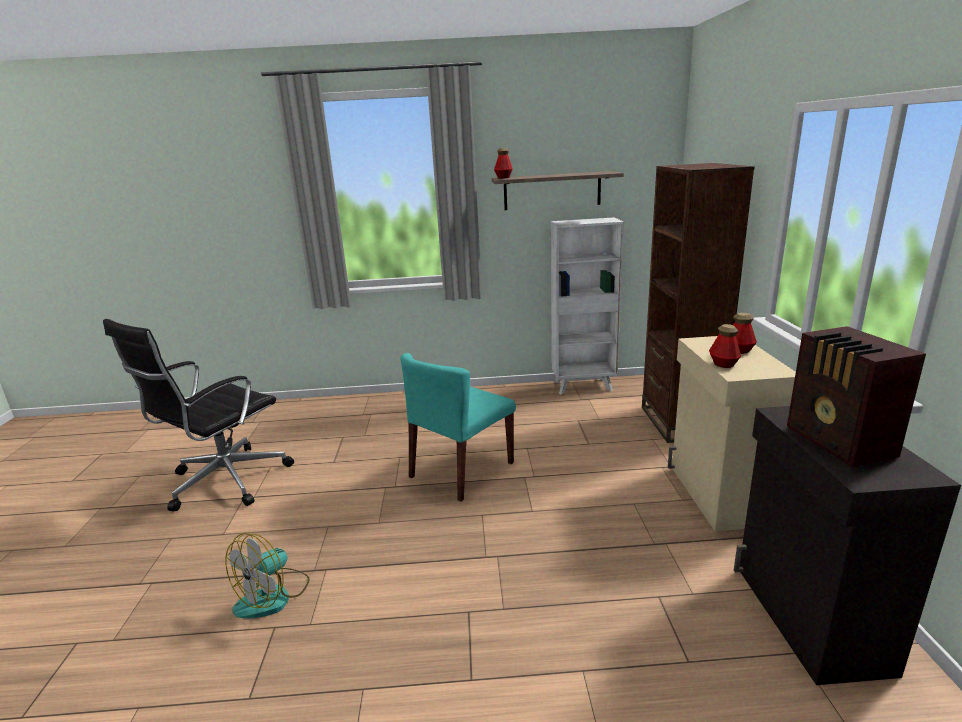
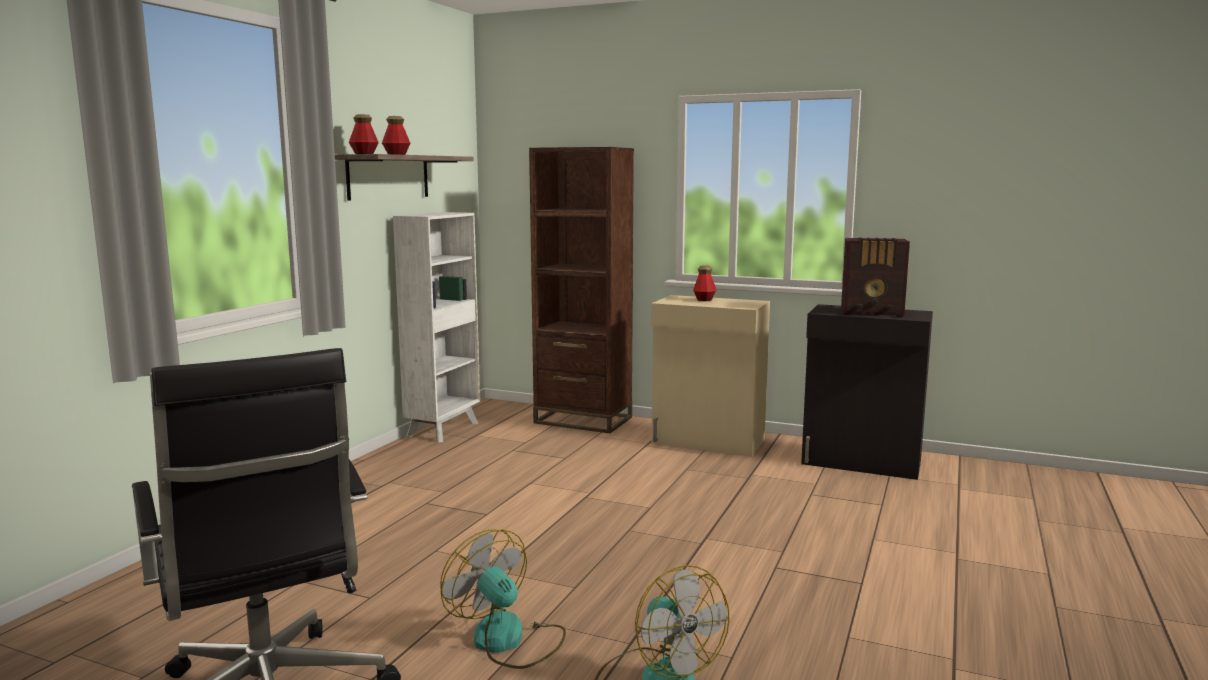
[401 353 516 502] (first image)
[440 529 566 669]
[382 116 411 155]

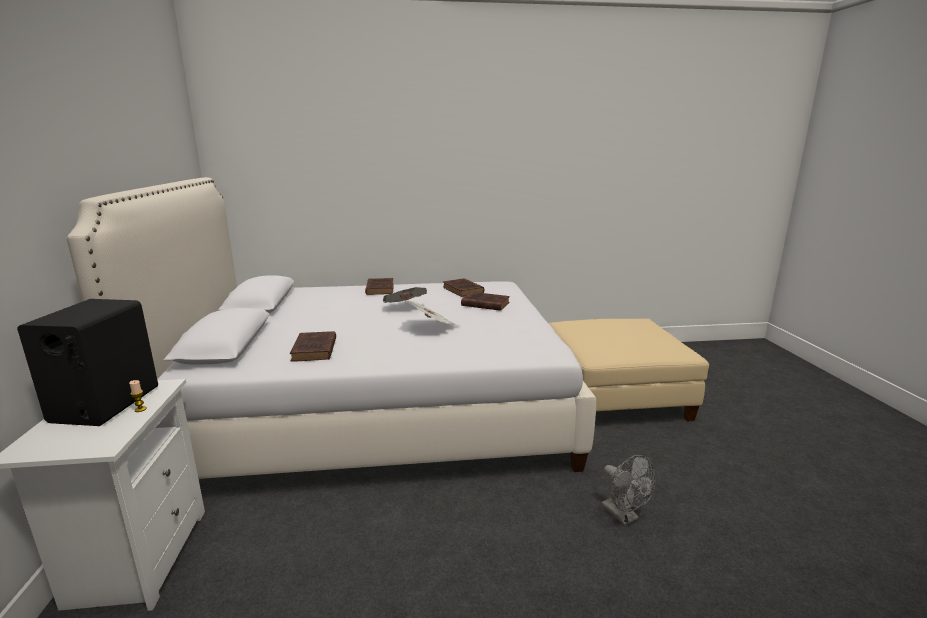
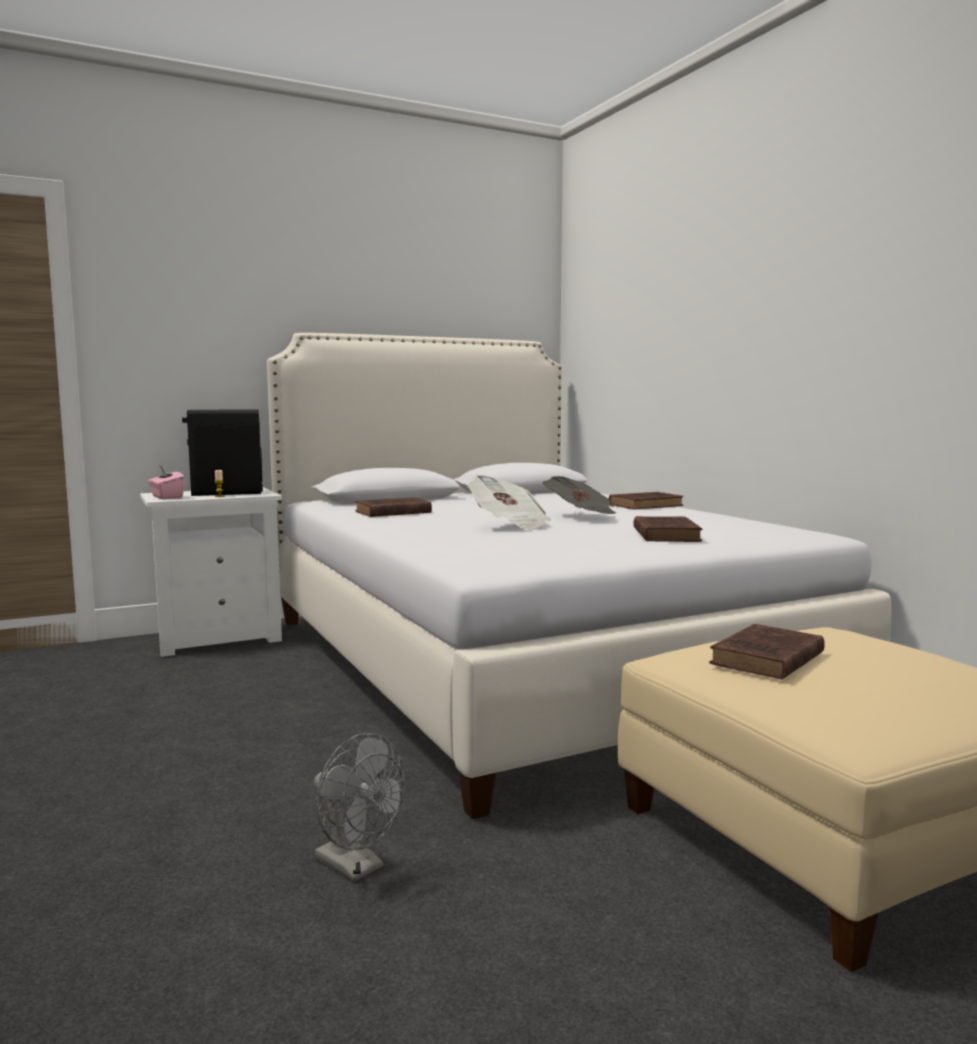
[148 465 185 499]
[709 624 825 679]
[314 733 405 882]

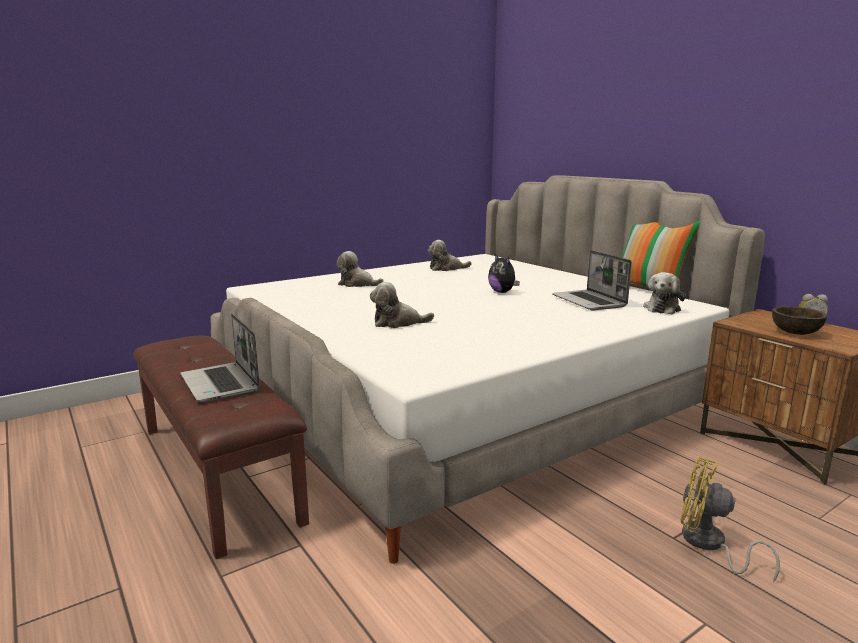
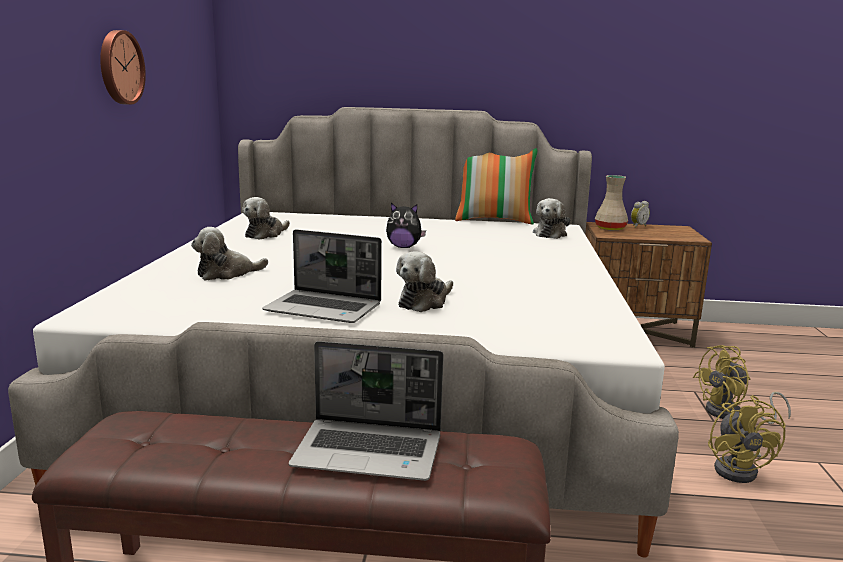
[772 306 827 335] (first image)
[100 30 146 105]
[595 175 628 230]
[708 395 785 483]
[262 229 382 323]
[533 198 570 239]

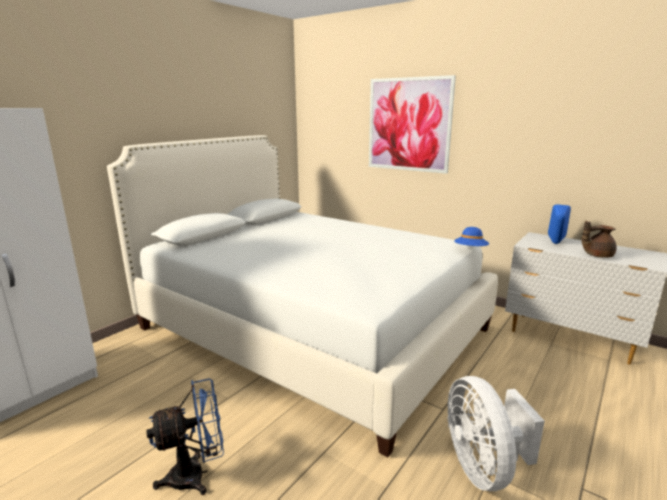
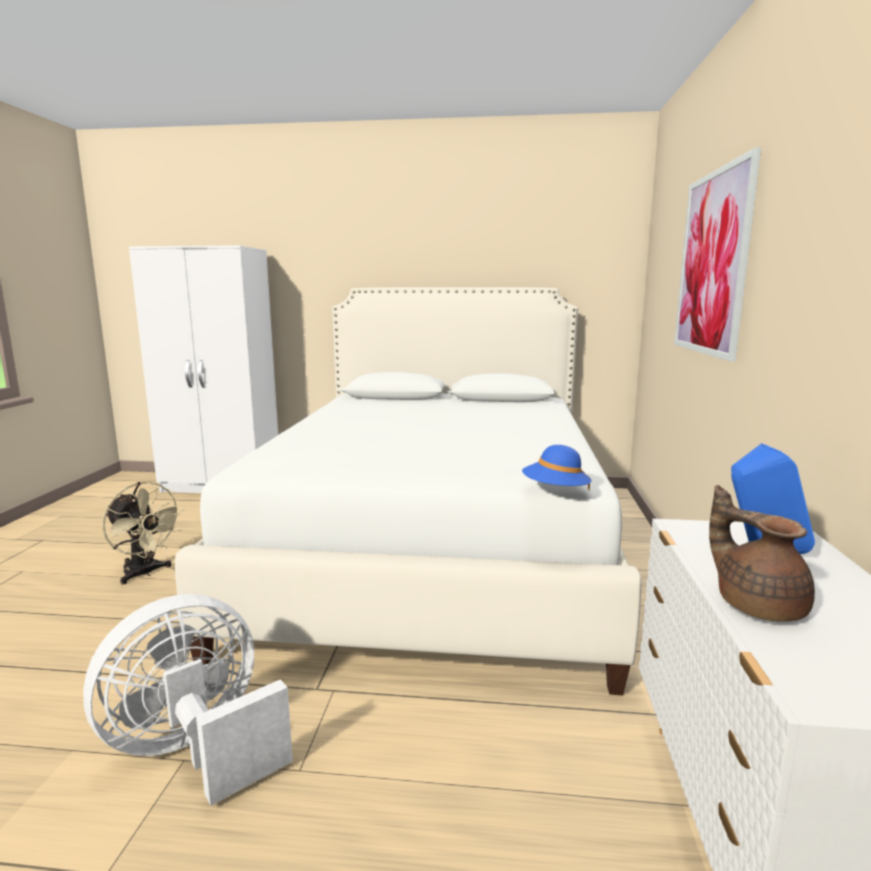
[102 482 184 585]

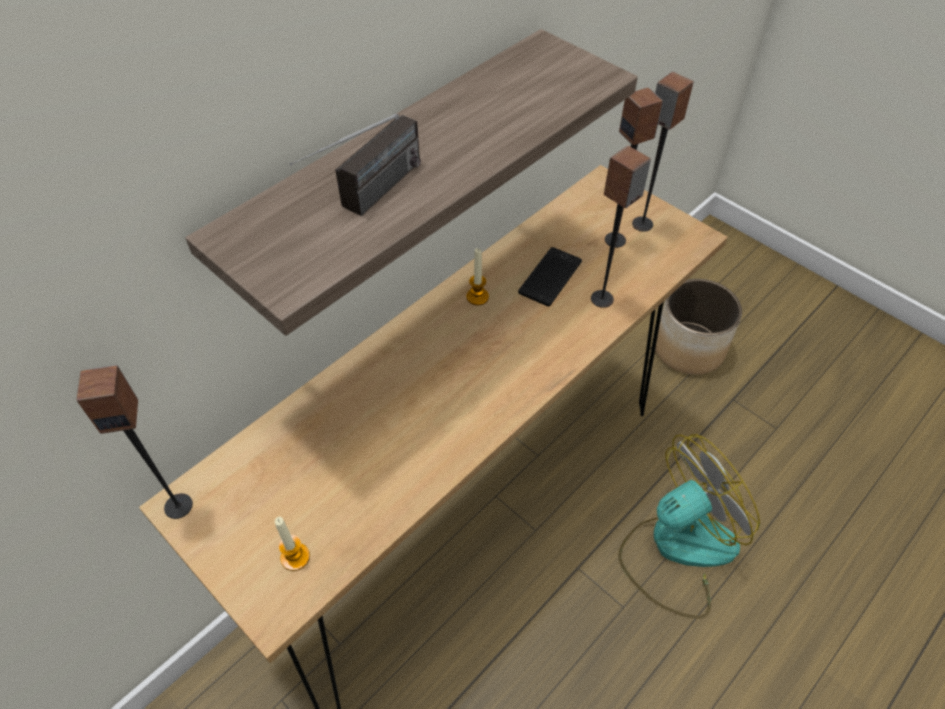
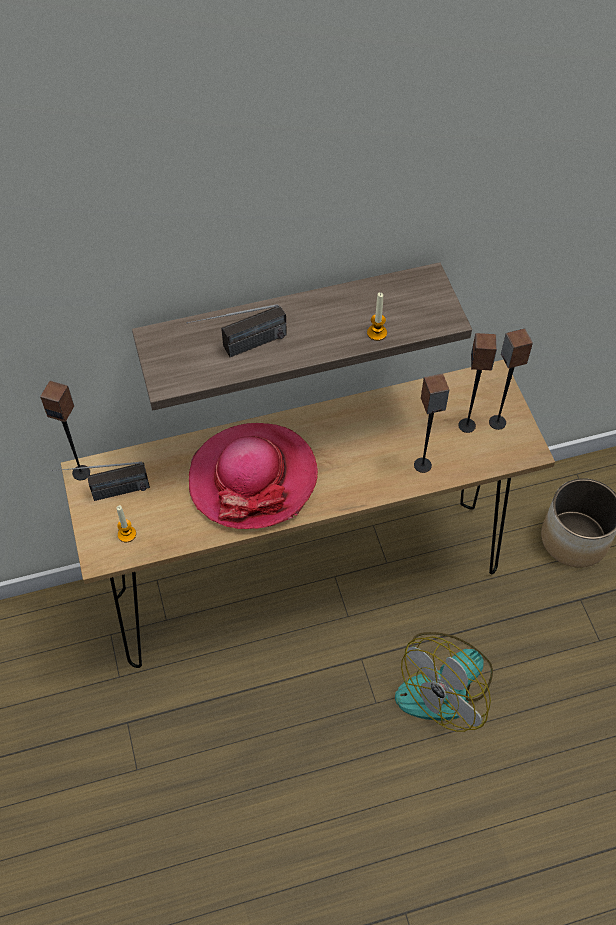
[518 247 582 306] (first image)
[51 461 150 501]
[189 423 318 529]
[367 292 387 341]
[395 632 493 732]

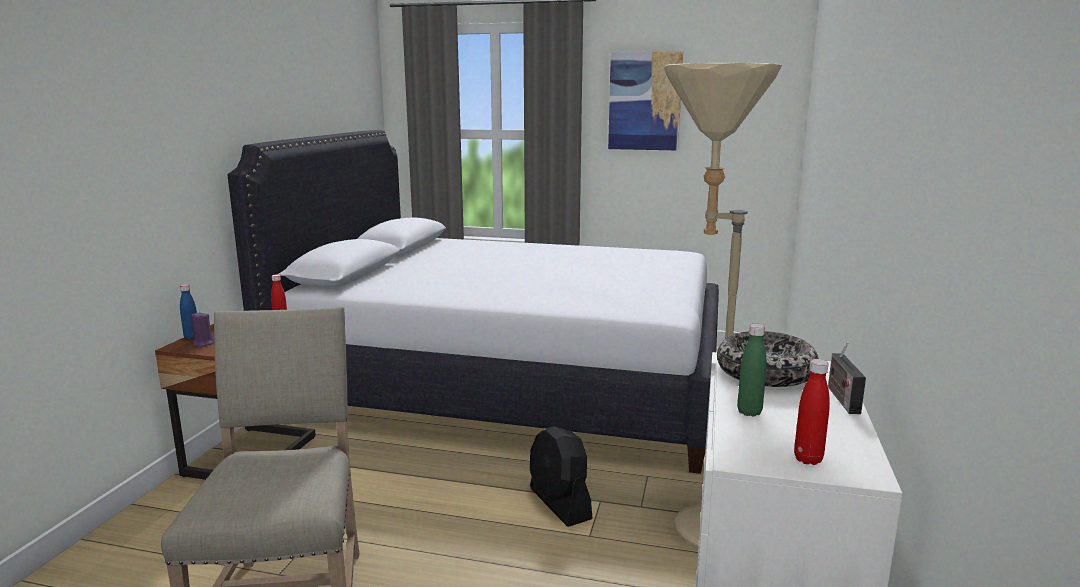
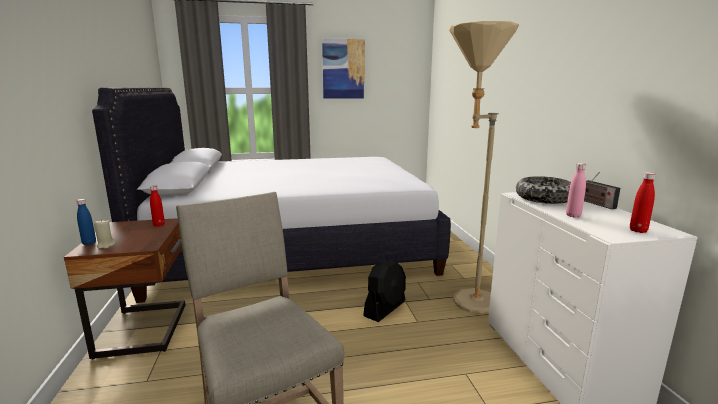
[94 219 116 248]
[566 163 586 218]
[363 260 406 322]

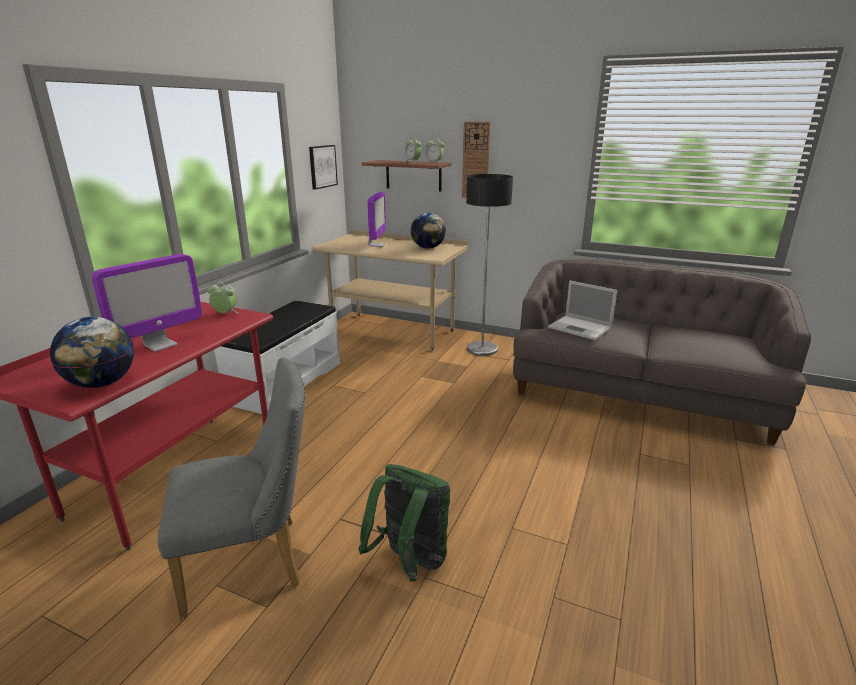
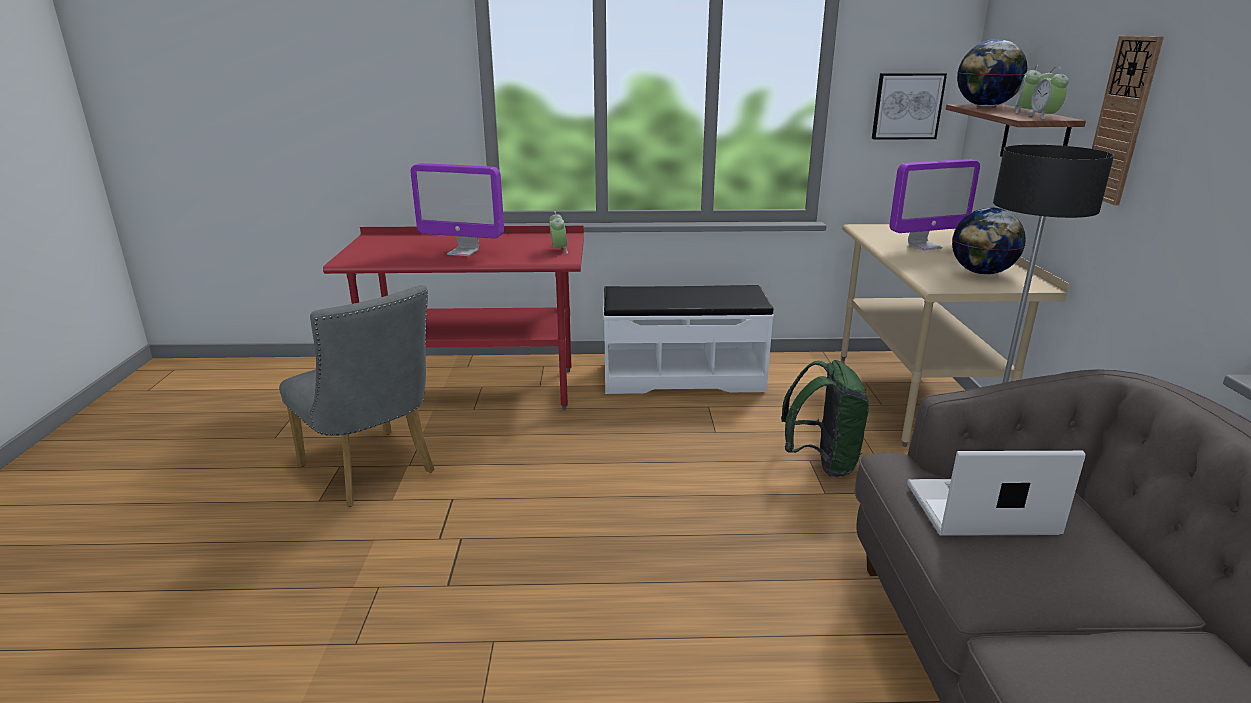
[957 39 1027 106]
[781 360 869 477]
[907 451 1086 536]

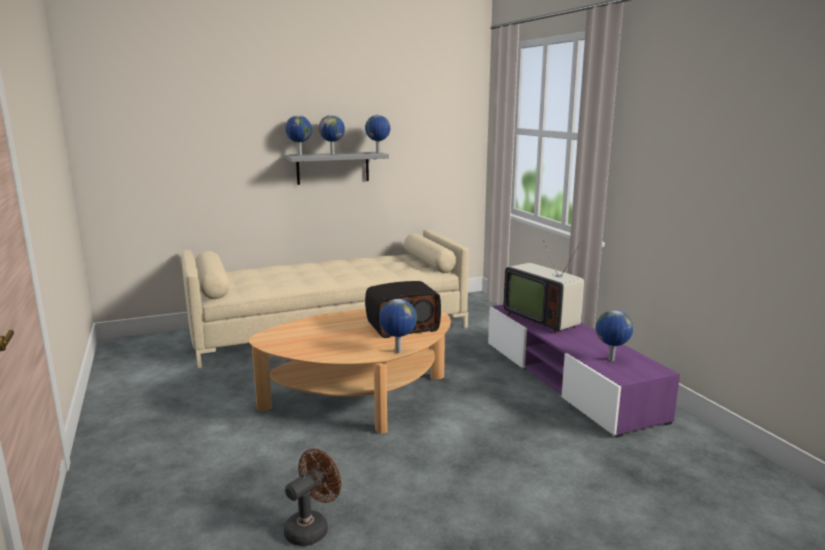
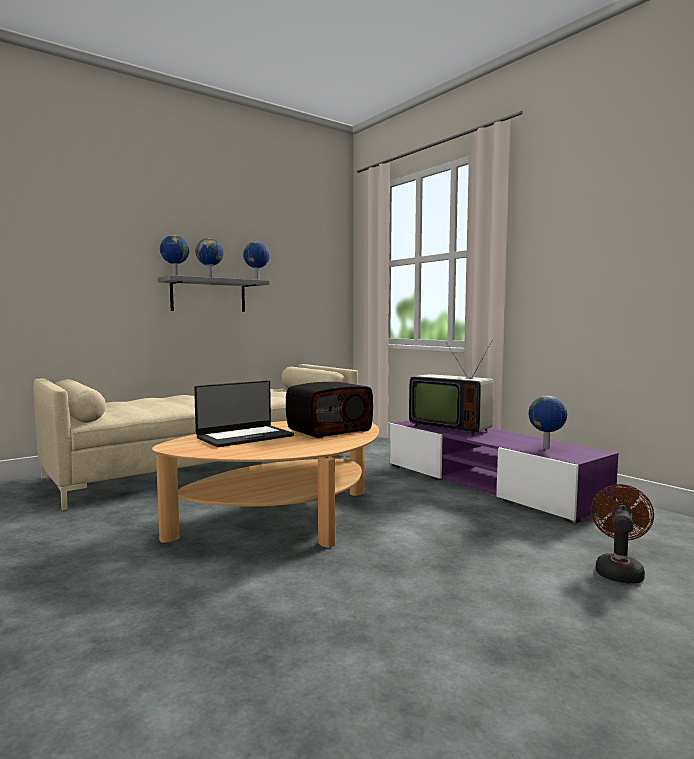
[379 299 417 353] (first image)
[194 380 294 447]
[591 484 654 583]

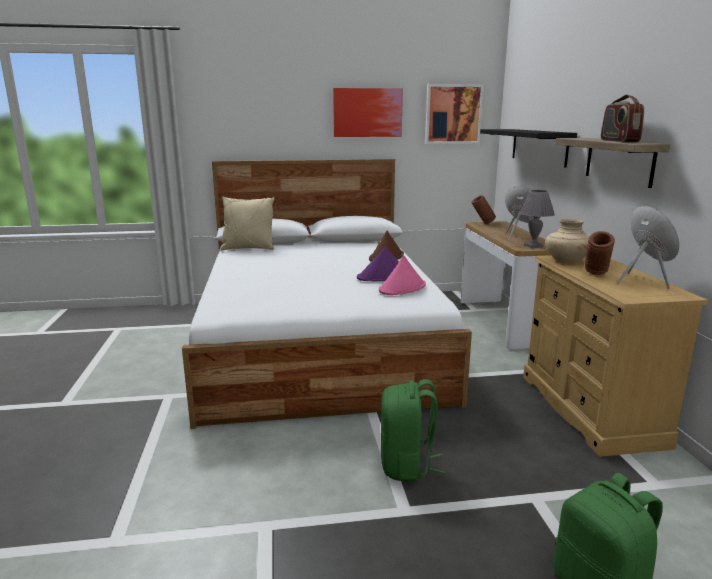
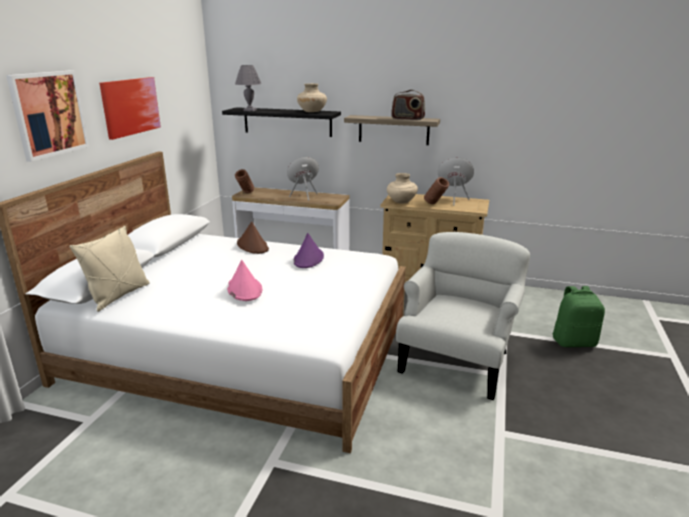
[297 83 327 112]
[227 260 262 301]
[6 70 89 162]
[235 65 261 111]
[396 232 530 400]

